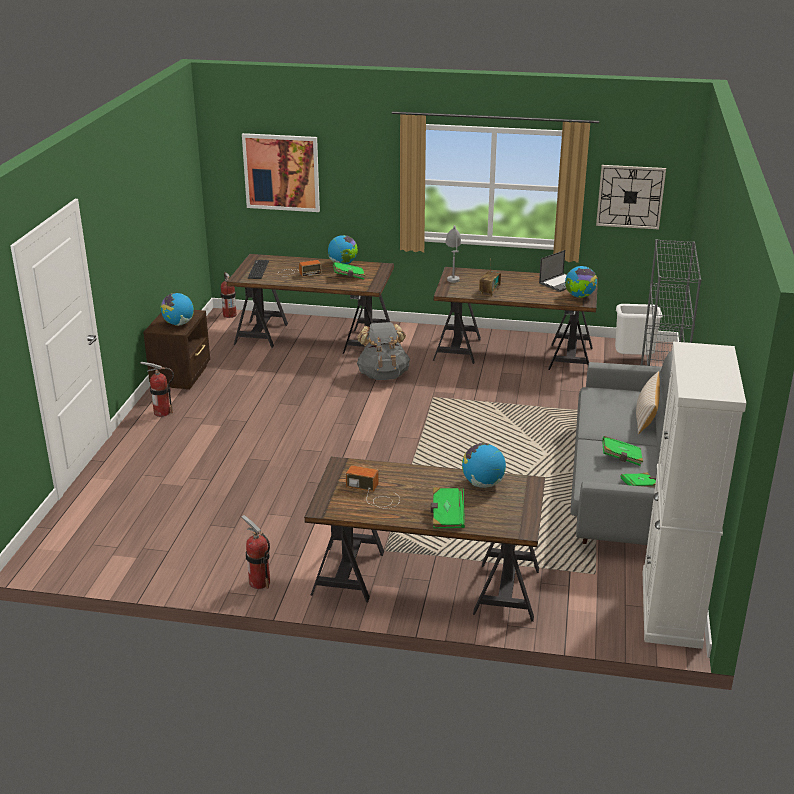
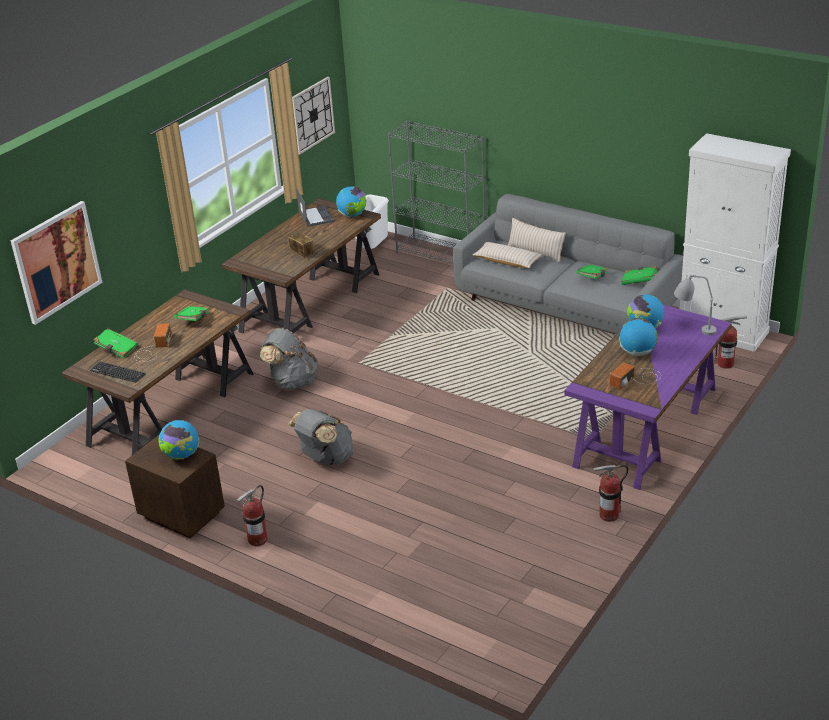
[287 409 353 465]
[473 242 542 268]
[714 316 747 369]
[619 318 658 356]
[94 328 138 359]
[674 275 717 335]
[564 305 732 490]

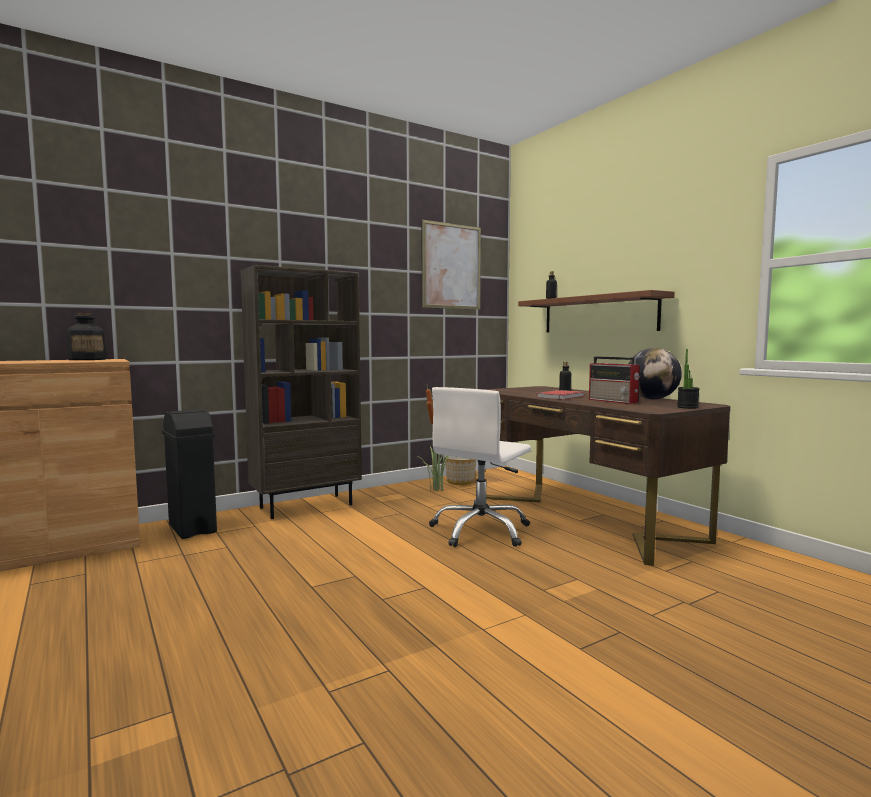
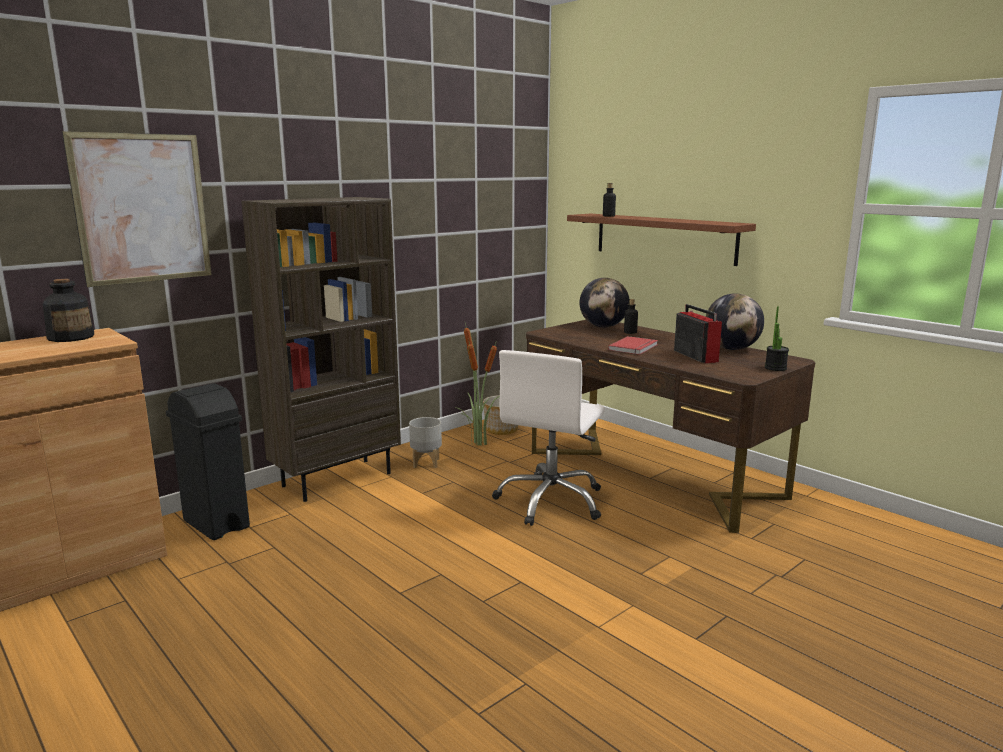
[409 417 442 468]
[580 278 629 327]
[62 131 212 287]
[674 304 722 363]

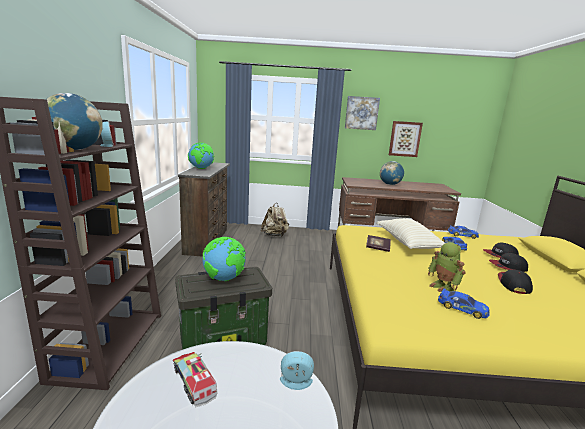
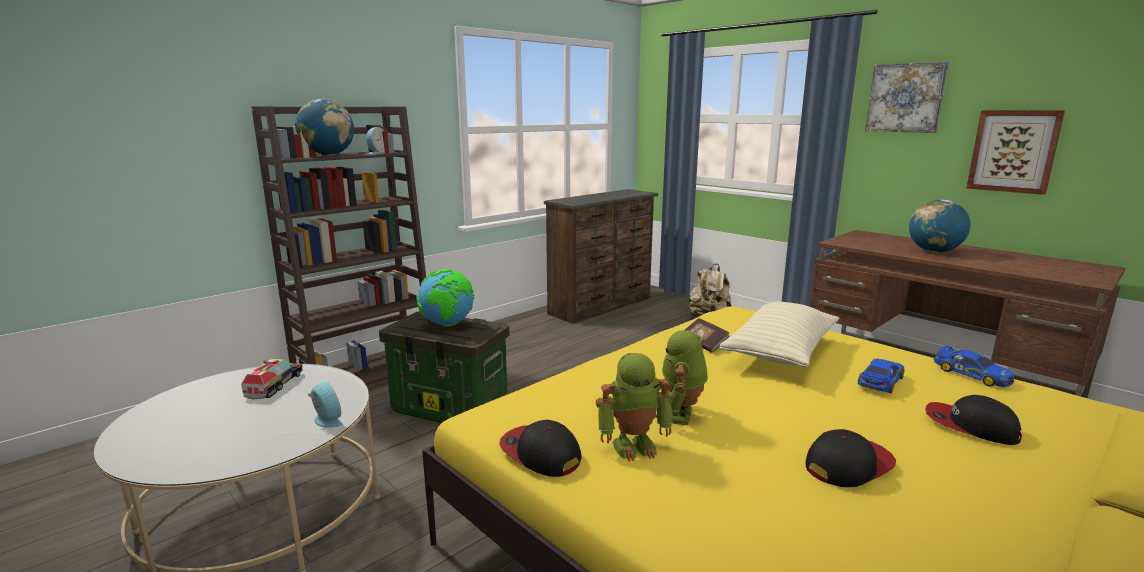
[188 142 214 169] (first image)
[499 420 582 477]
[596 353 673 461]

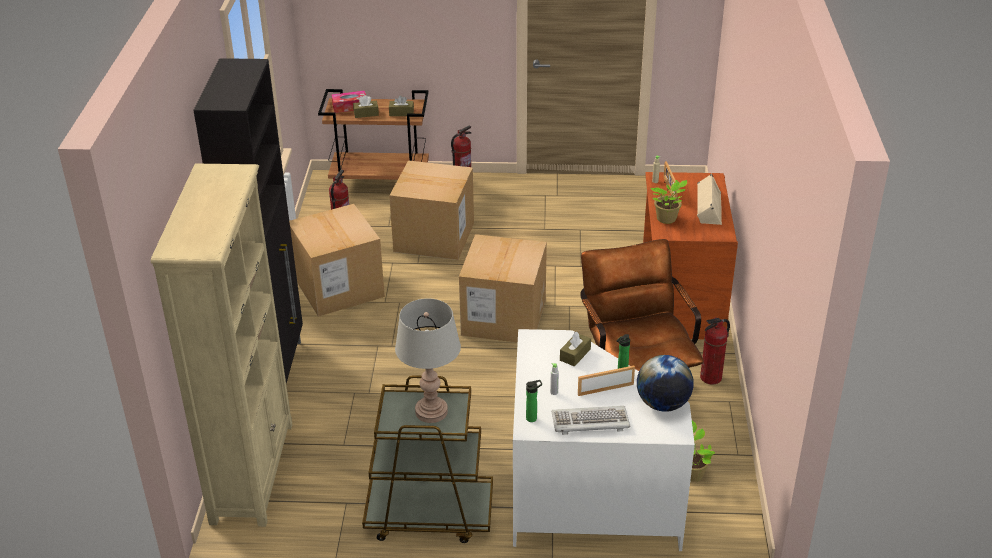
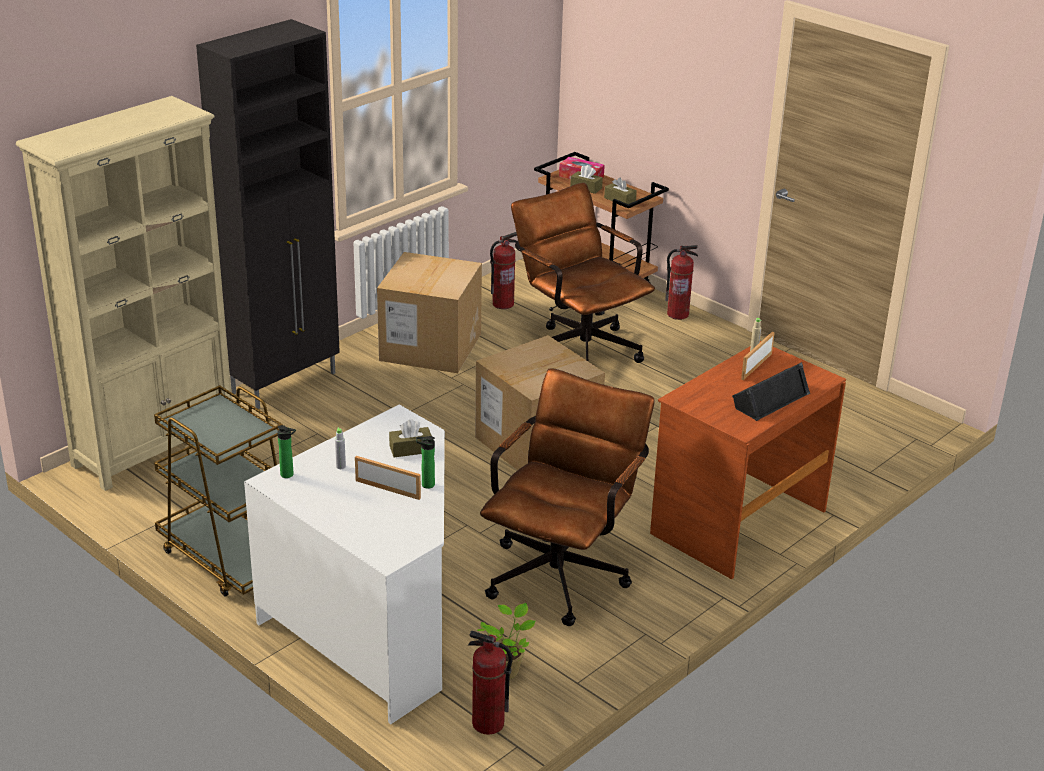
[395 298 461 423] (first image)
[552 406 631 435] (first image)
[637 355 694 412] (first image)
[651 180 687 224] (first image)
[468 631 512 735]
[511 183 655 363]
[732 362 810 421]

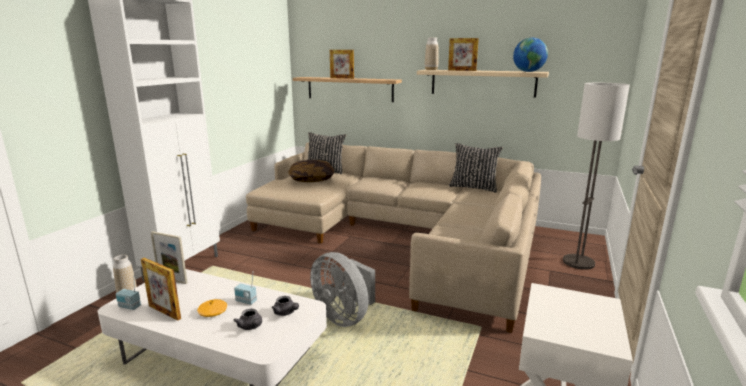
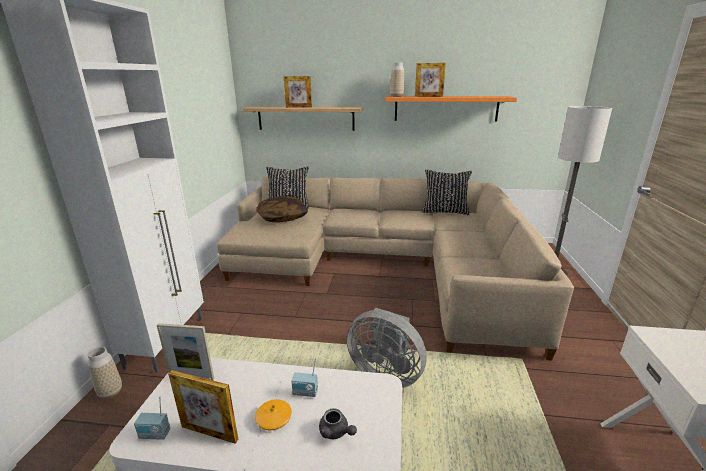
[272 296 299 316] (first image)
[513 37 548 72] (first image)
[385 96 517 122]

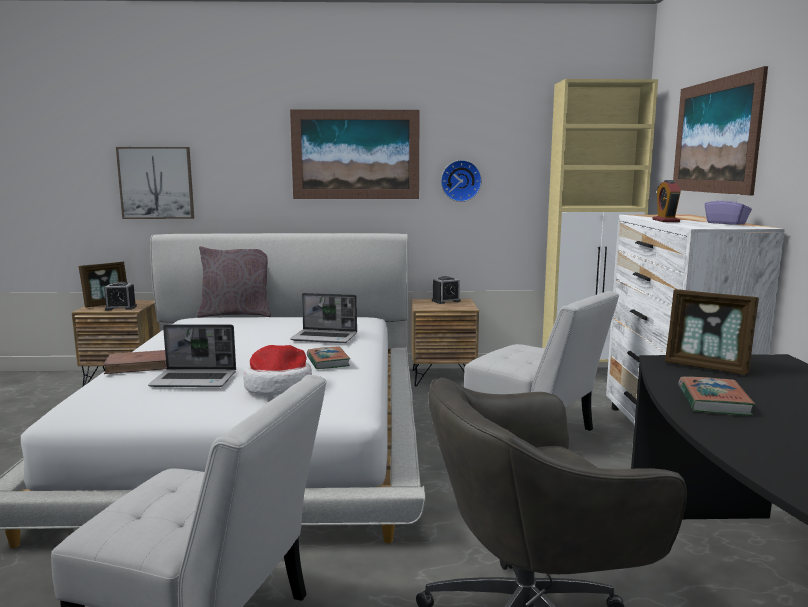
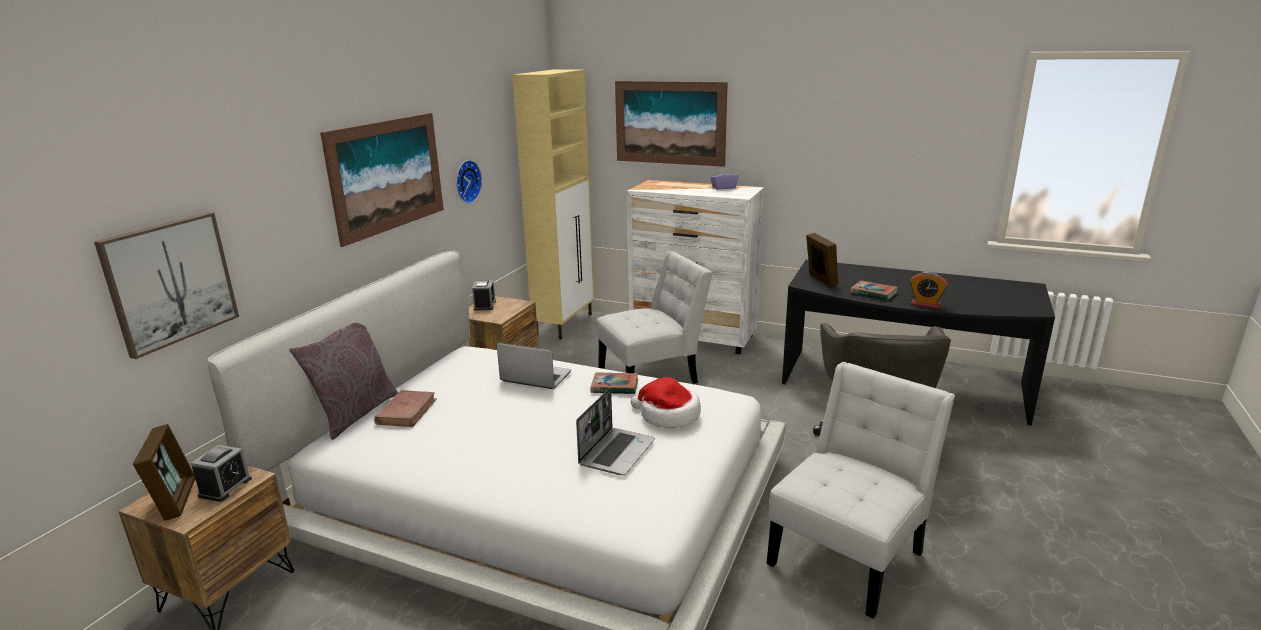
[374 390 437 427]
[910 271 948 309]
[497 342 571 389]
[806 233 839 286]

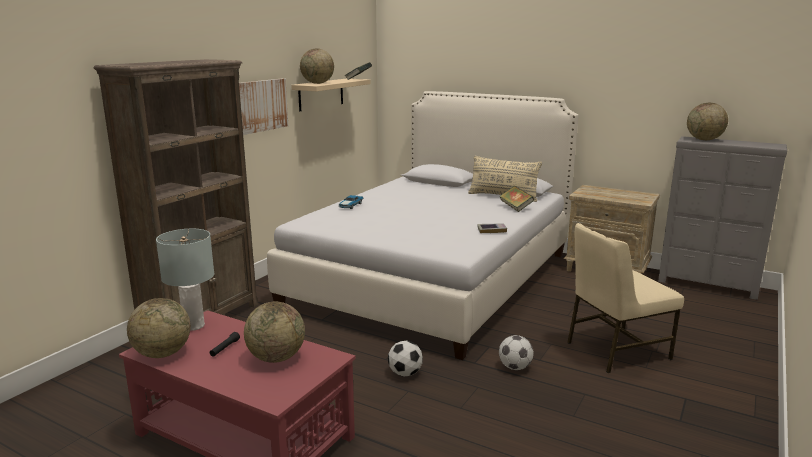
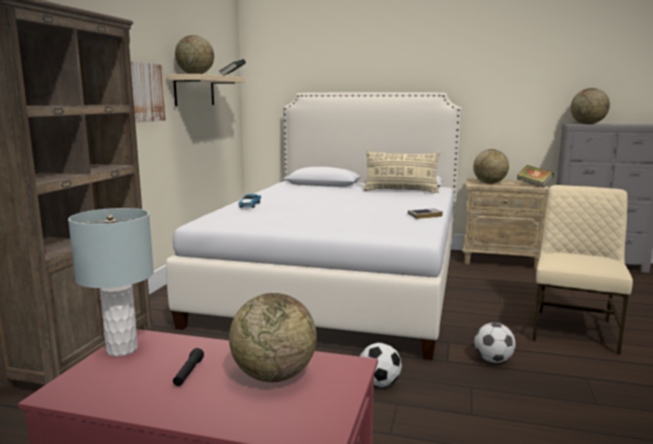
[473 149 509 184]
[517 165 554 187]
[532 185 633 355]

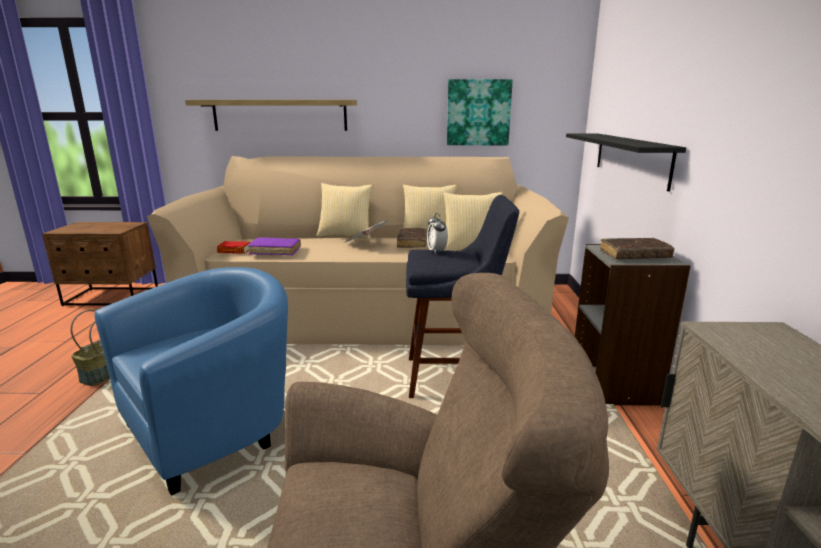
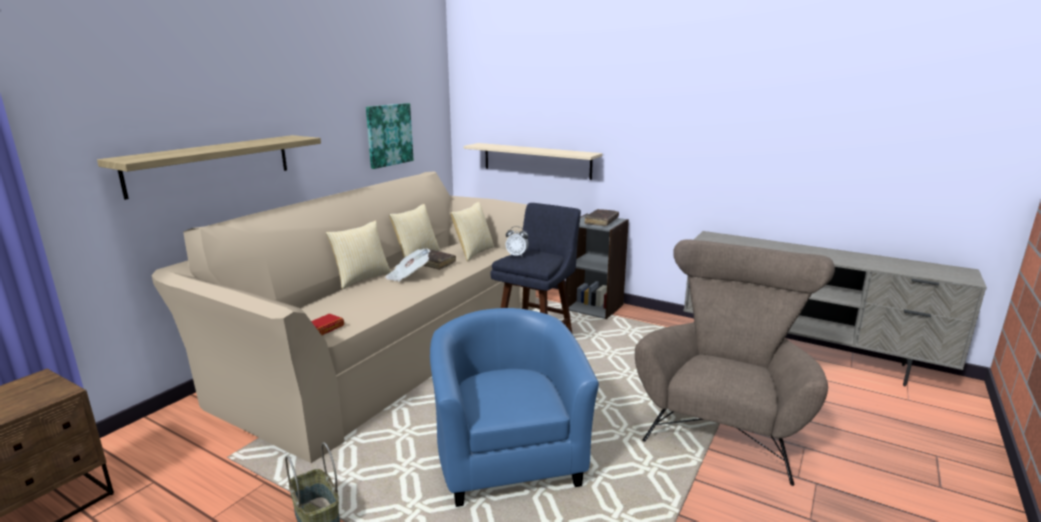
[248 237 301 255] (first image)
[464 143 602 180]

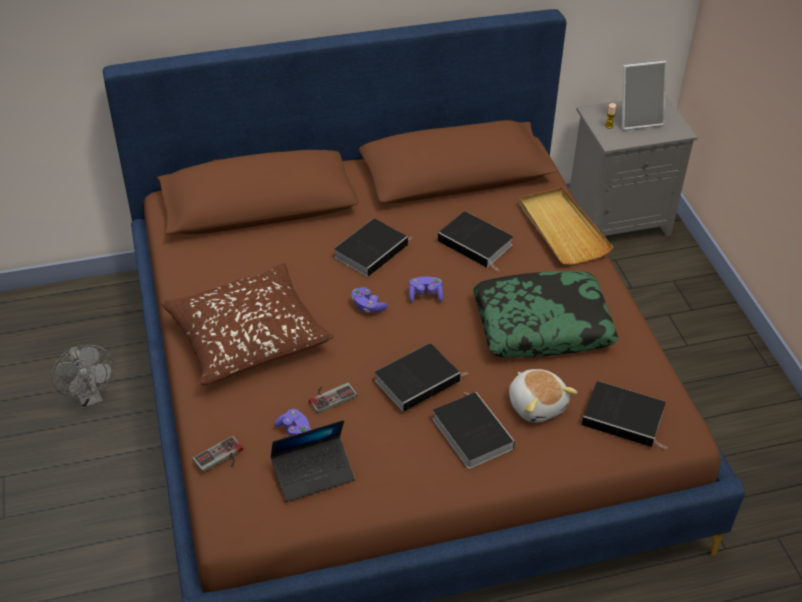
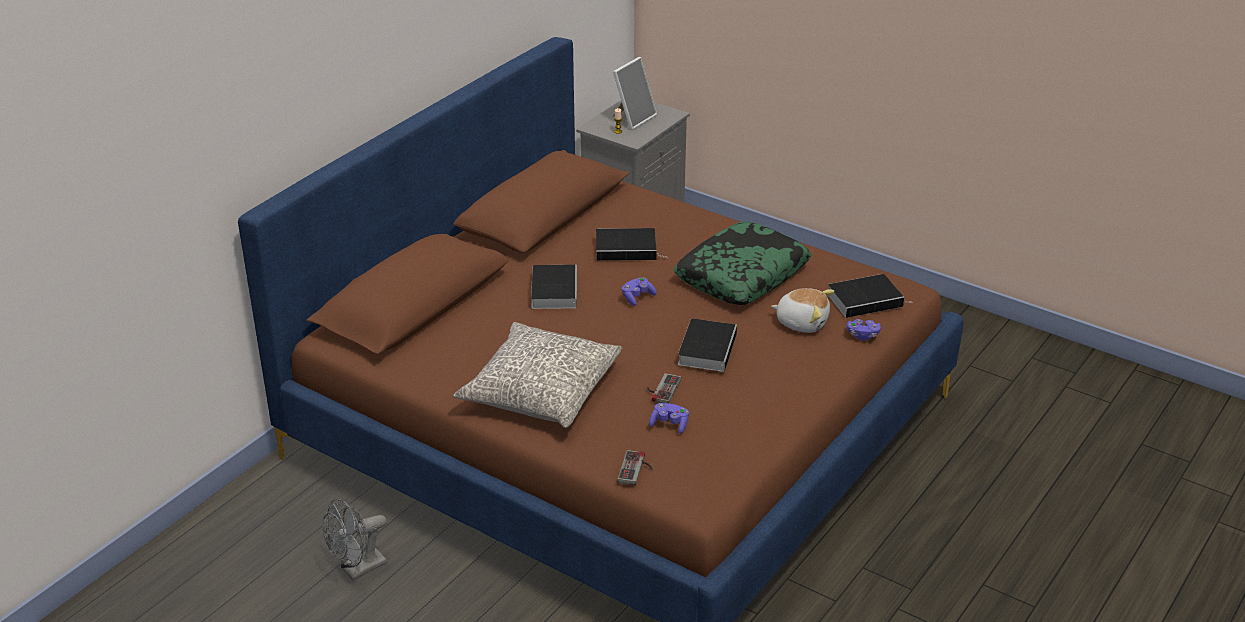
[270 420 355 502] (first image)
[433 392 515 469] (first image)
[519 187 614 265] (first image)
[846 319 881 340]
[453 322 622 428]
[323 499 387 580]

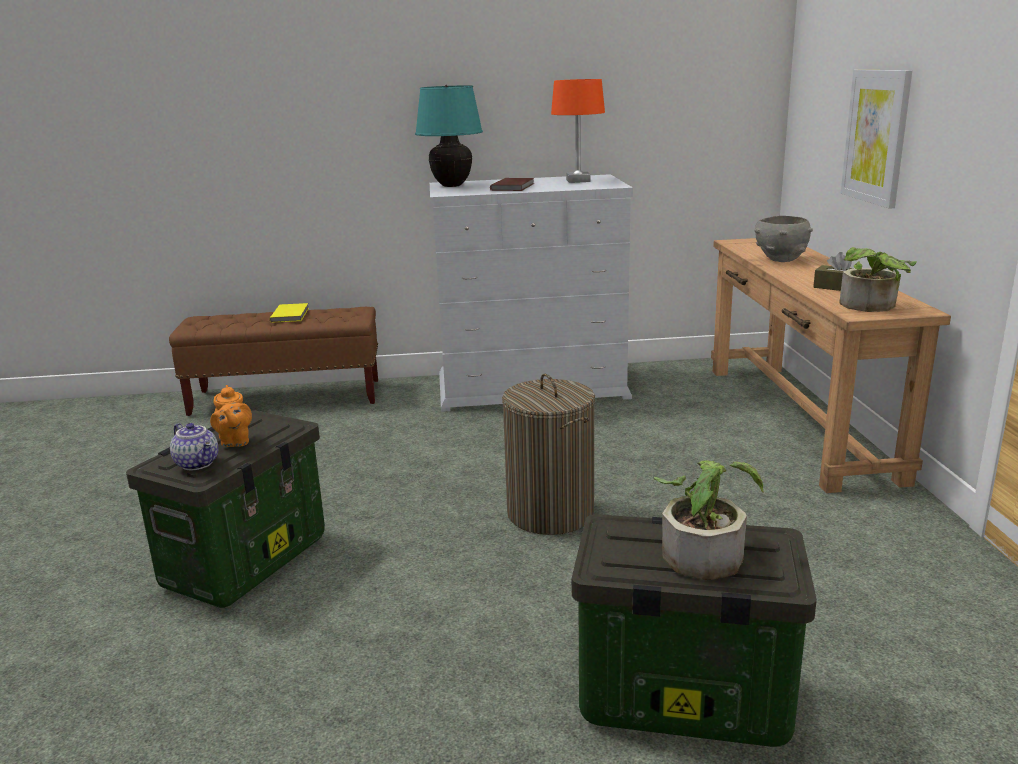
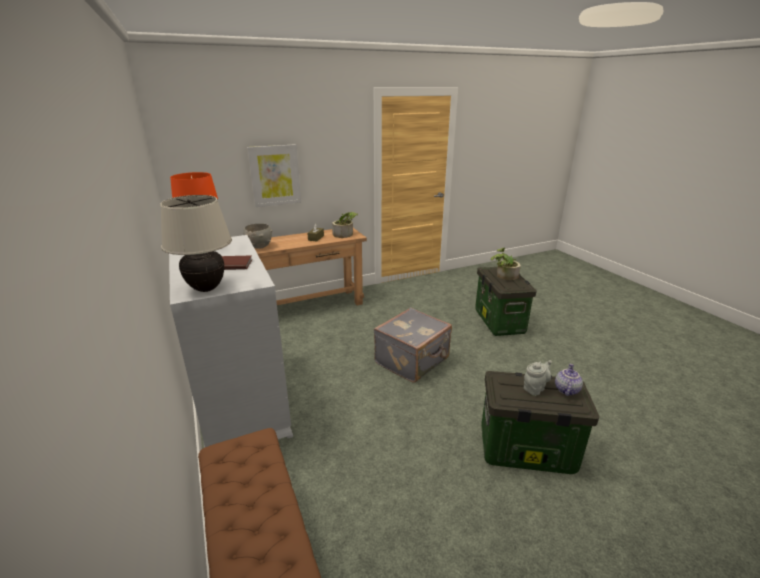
[269 303 309 323] (first image)
[374 308 452 383]
[524 360 552 396]
[160 195 232 292]

